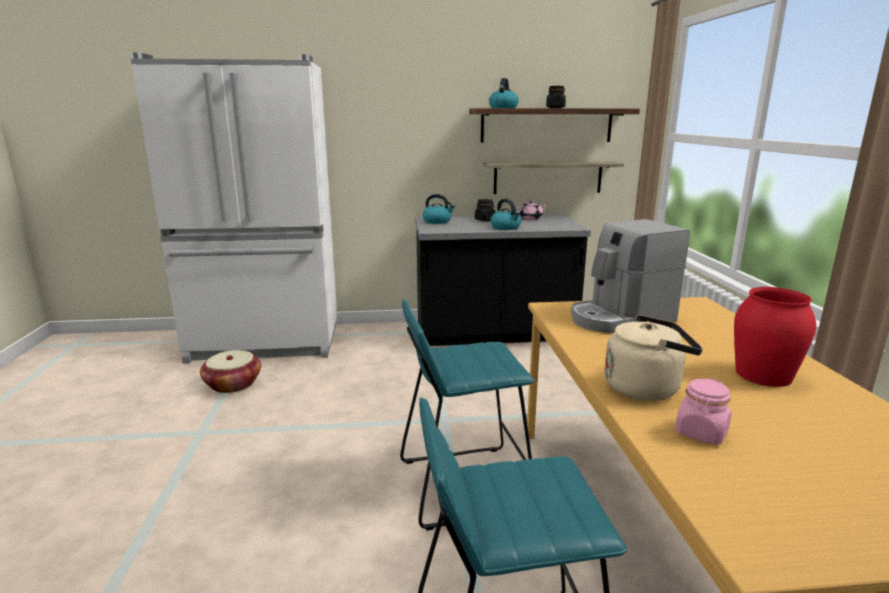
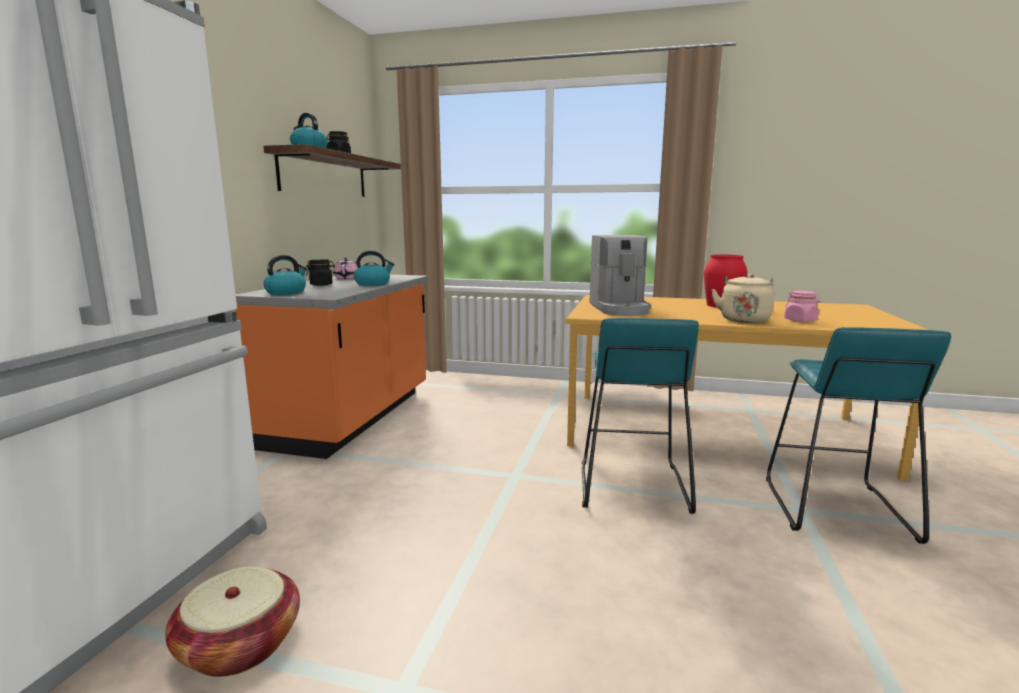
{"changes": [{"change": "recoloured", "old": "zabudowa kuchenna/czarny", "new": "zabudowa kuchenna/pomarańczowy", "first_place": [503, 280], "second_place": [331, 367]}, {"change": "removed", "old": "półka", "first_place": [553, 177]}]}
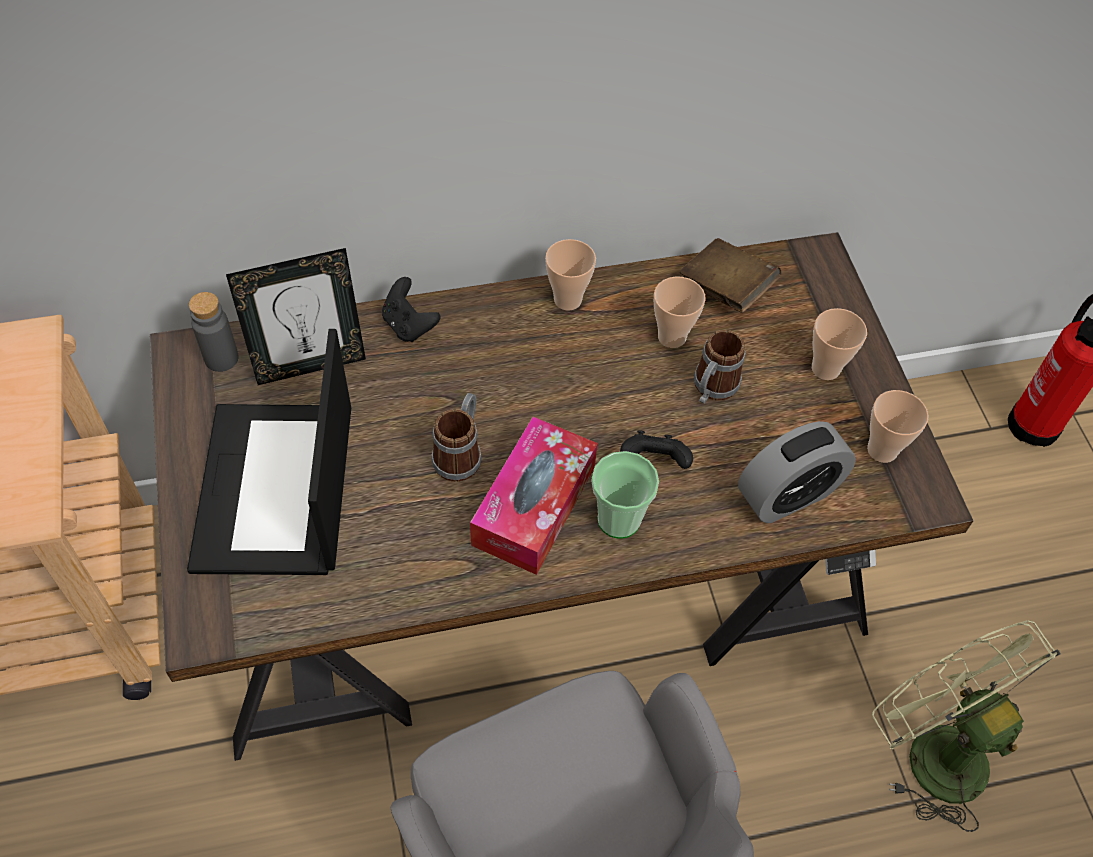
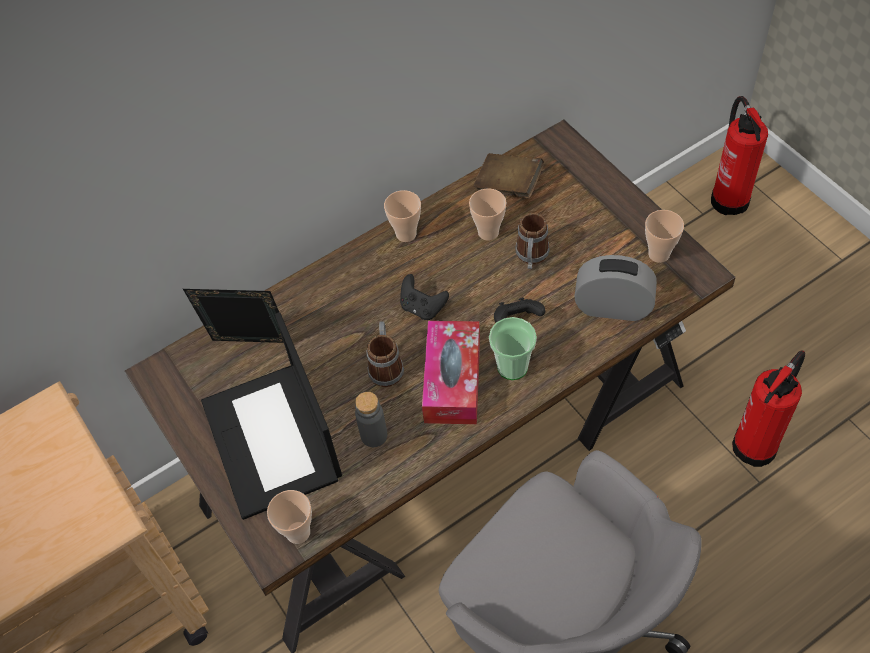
{"changes": [{"change": "moved", "old": "butelka/szary", "first_place": [214, 332], "second_place": [371, 419]}, {"change": "turned", "old": "ramka na zdjęcie", "first_place": [296, 316], "second_place": [233, 316], "degrees": -135}, {"change": "moved", "old": "pad do gier/czarny", "first_place": [411, 309], "second_place": [424, 297]}, {"change": "turned", "old": "budzik", "first_place": [797, 472], "second_place": [615, 288], "degrees": -120}, {"change": "moved", "old": "filiżanka", "first_place": [839, 344], "second_place": [289, 517]}, {"change": "replaced", "old": "wentylator/zielony", "new": "gaśnica", "first_place": [966, 726], "second_place": [768, 409]}]}
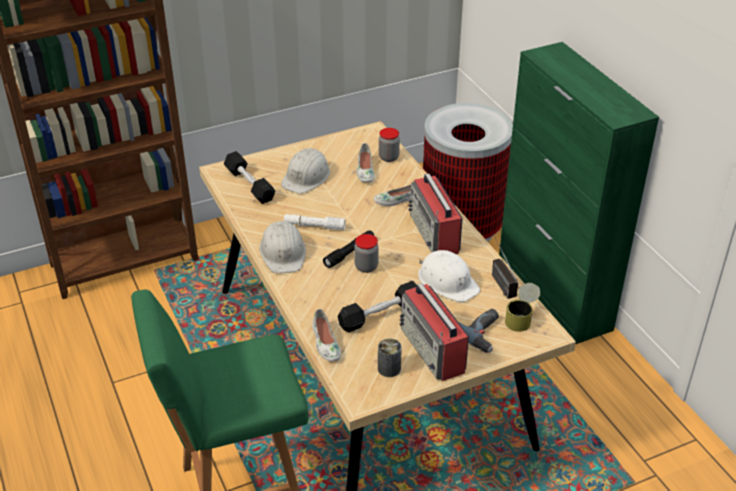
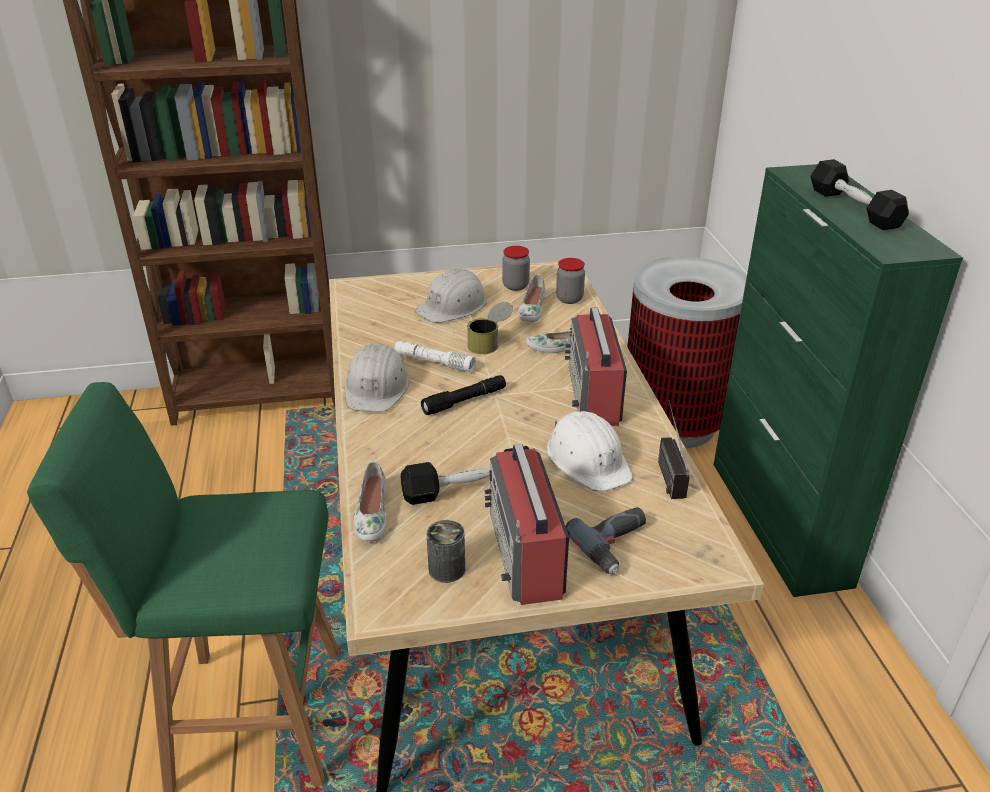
{"changes": [{"change": "moved", "old": "hantel/czarny", "first_place": [249, 177], "second_place": [859, 194]}, {"change": "moved", "old": "słoik", "first_place": [366, 253], "second_place": [516, 268]}, {"change": "moved", "old": "puszka", "first_place": [522, 307], "second_place": [490, 328]}]}
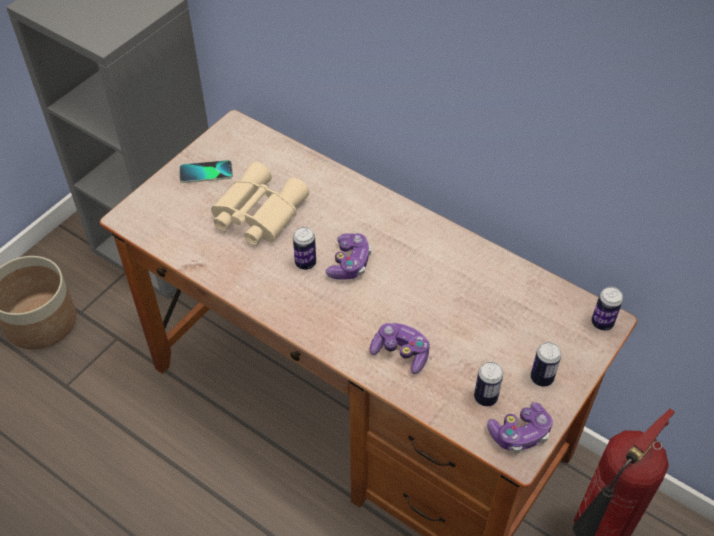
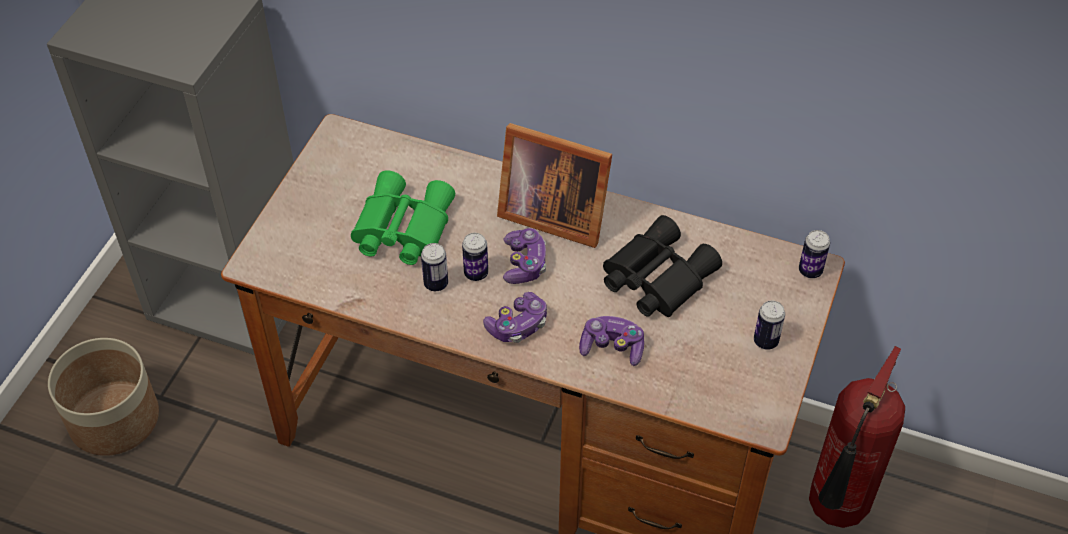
{"changes": [{"change": "removed", "old": "telefon", "first_place": [206, 171]}, {"change": "recoloured", "old": "lornetka/beżowy", "new": "lornetka/zielony", "first_place": [260, 203], "second_place": [403, 217]}, {"change": "moved", "old": "puszka", "first_place": [488, 384], "second_place": [434, 267]}, {"change": "moved", "old": "pad do gier", "first_place": [520, 427], "second_place": [515, 317]}, {"change": "added", "new": "ramka na zdjęcie", "second_place": [554, 185]}, {"change": "added", "new": "lornetka/czarny", "second_place": [662, 266]}]}
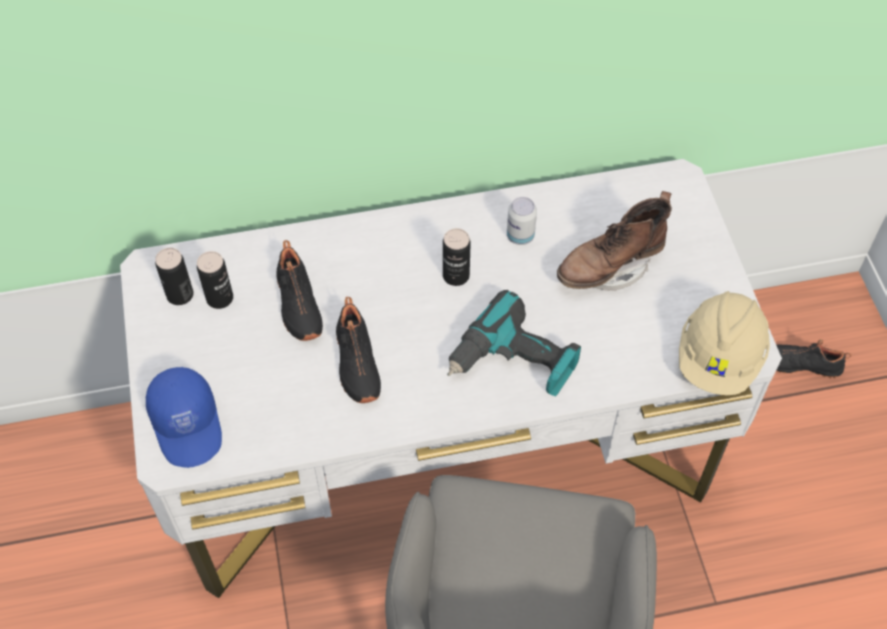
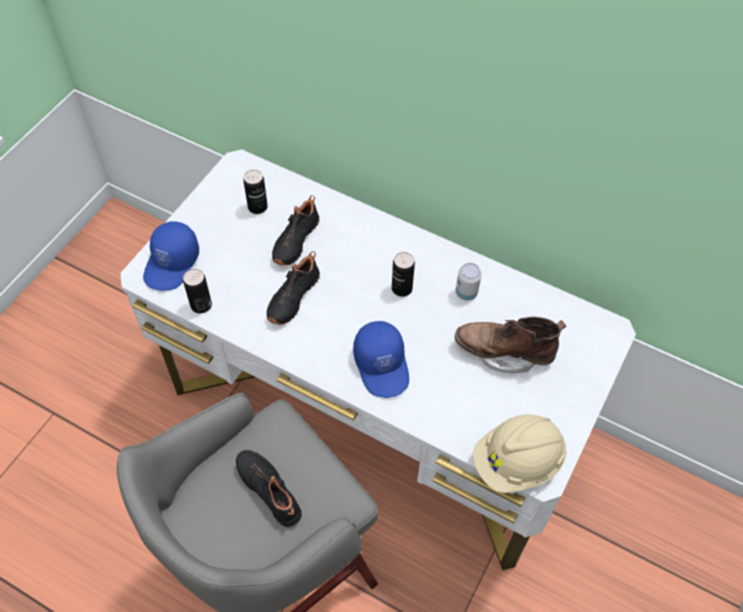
{"changes": [{"change": "moved", "old": "puszka", "first_place": [174, 276], "second_place": [197, 291]}, {"change": "replaced", "old": "wiertarka", "new": "czapka z daszkiem/niebieski", "first_place": [514, 343], "second_place": [381, 359]}, {"change": "moved", "old": "but/czarny", "first_place": [814, 358], "second_place": [269, 488]}]}
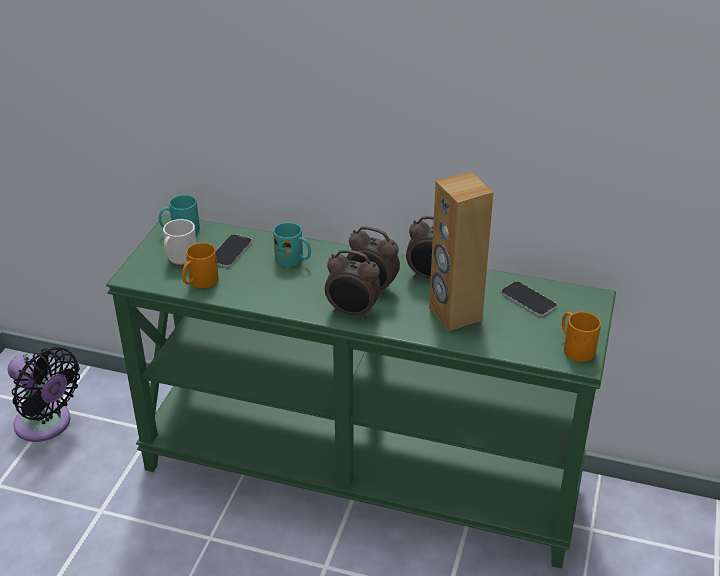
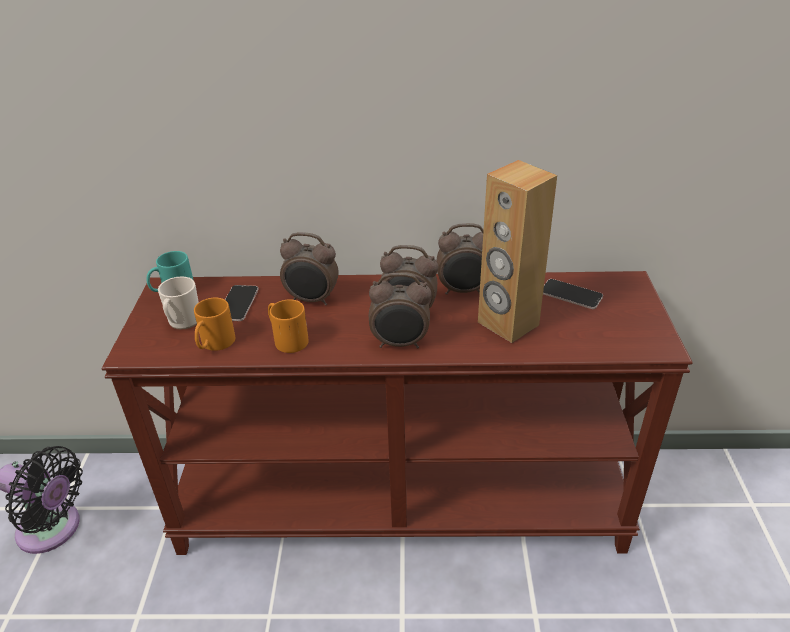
{"changes": [{"change": "recoloured", "old": "stolik konsolowy/zielony", "new": "stolik konsolowy/brązowy", "first_place": [361, 391], "second_place": [397, 413]}, {"change": "replaced", "old": "kubek/turkusowy", "new": "budzik", "first_place": [292, 244], "second_place": [309, 269]}, {"change": "moved", "old": "kubek/pomarańczowy", "first_place": [581, 337], "second_place": [288, 326]}]}
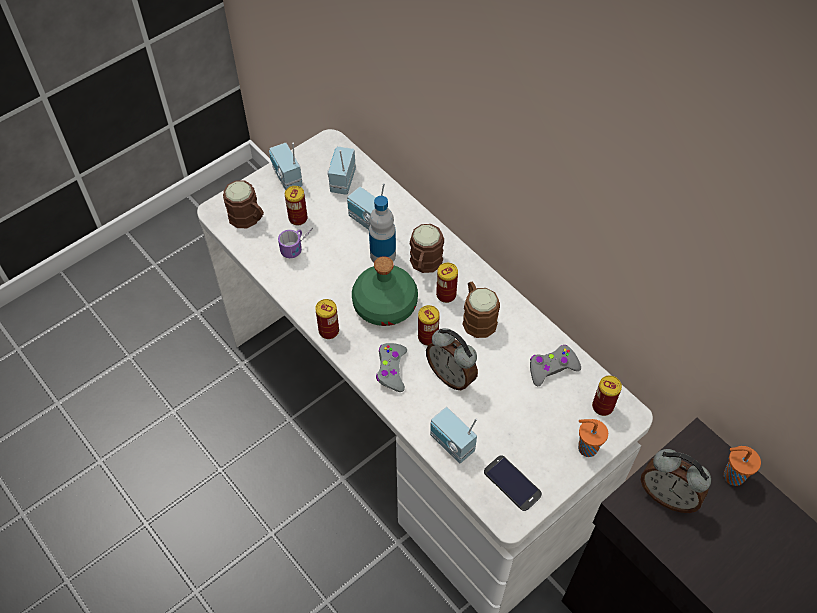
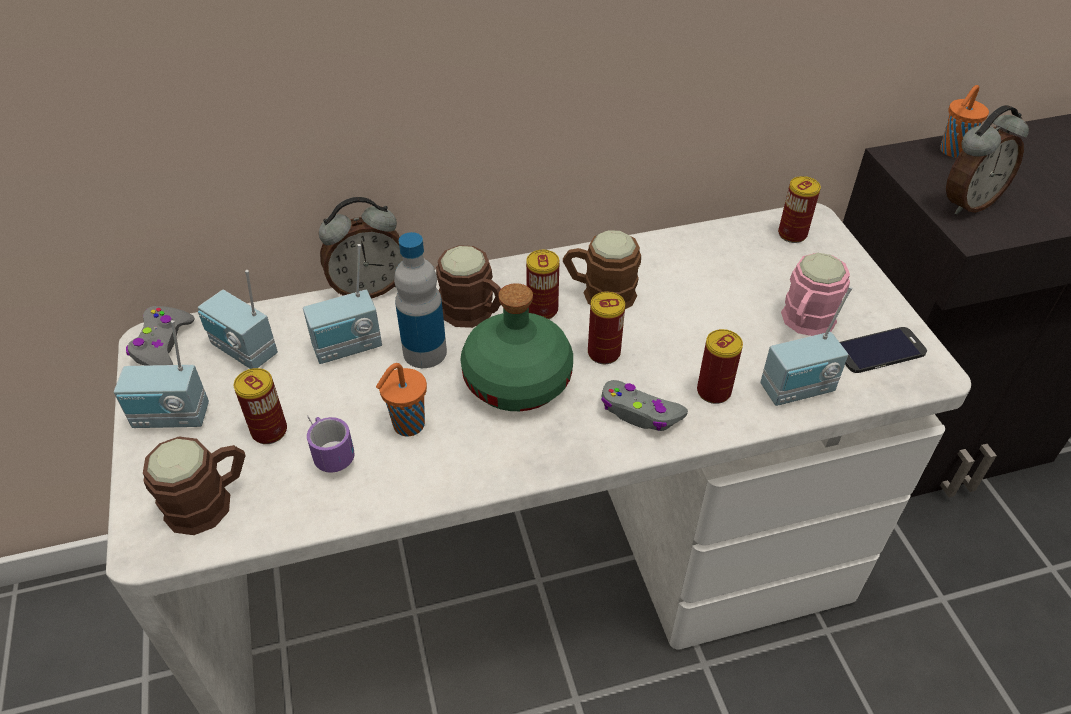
{"changes": [{"change": "moved", "old": "puszka", "first_place": [327, 319], "second_place": [720, 366]}, {"change": "moved", "old": "budzik", "first_place": [452, 359], "second_place": [361, 247]}, {"change": "moved", "old": "pad do gier/szary", "first_place": [555, 365], "second_place": [160, 336]}, {"change": "moved", "old": "filiżanka/pomarańczowy", "first_place": [593, 438], "second_place": [401, 400]}, {"change": "added", "new": "kubek/różowy", "second_place": [815, 294]}]}
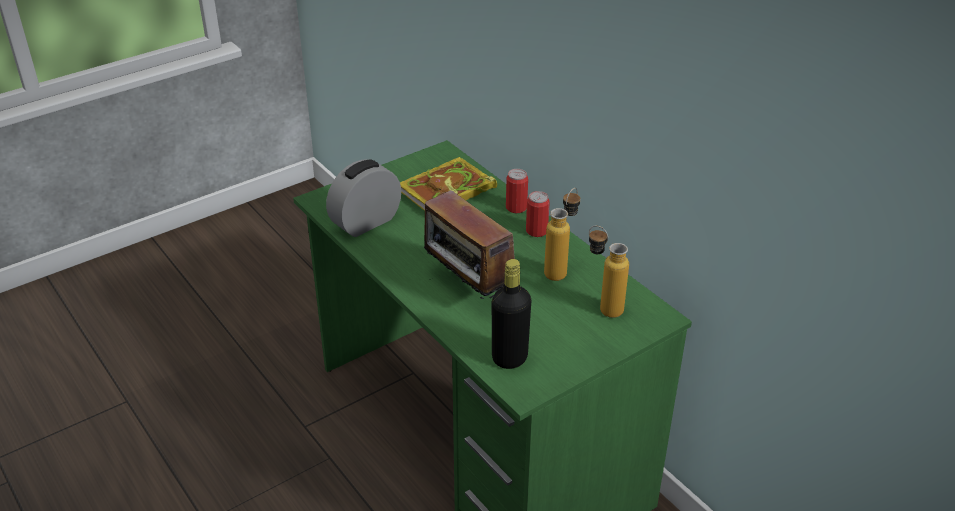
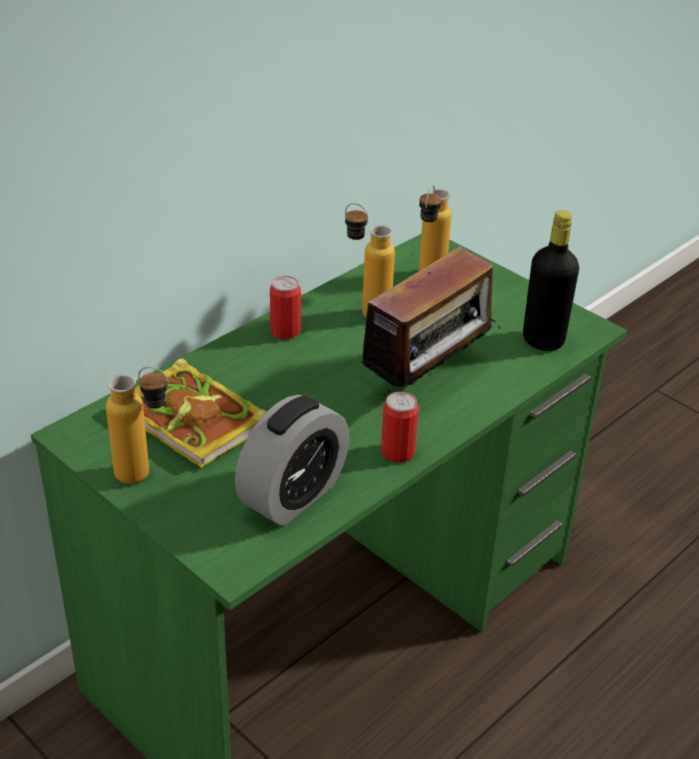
{"changes": [{"change": "turned", "old": "budzik", "first_place": [363, 198], "second_place": [292, 460], "degrees": -90}, {"change": "moved", "old": "puszka", "first_place": [517, 191], "second_place": [400, 427]}, {"change": "added", "new": "butelka", "second_place": [137, 425]}]}
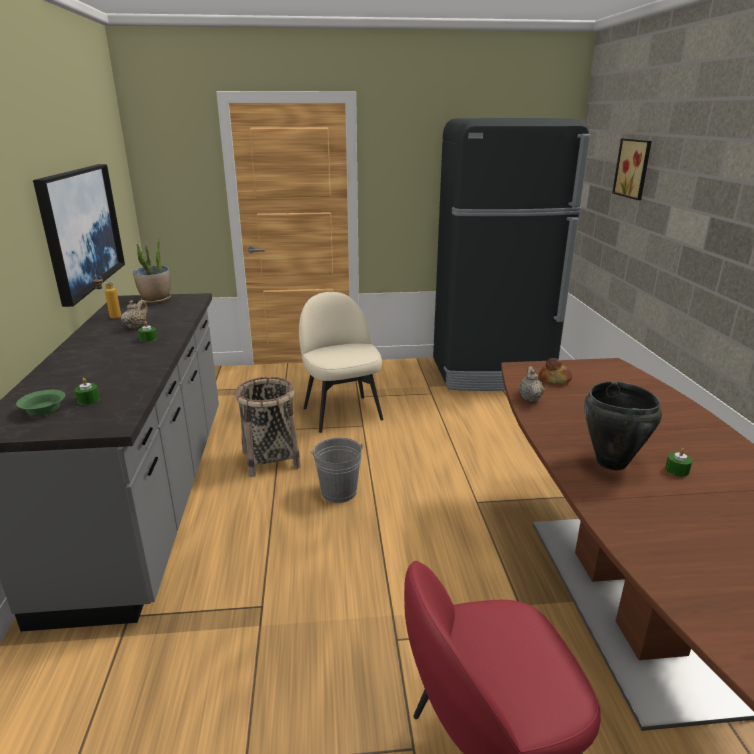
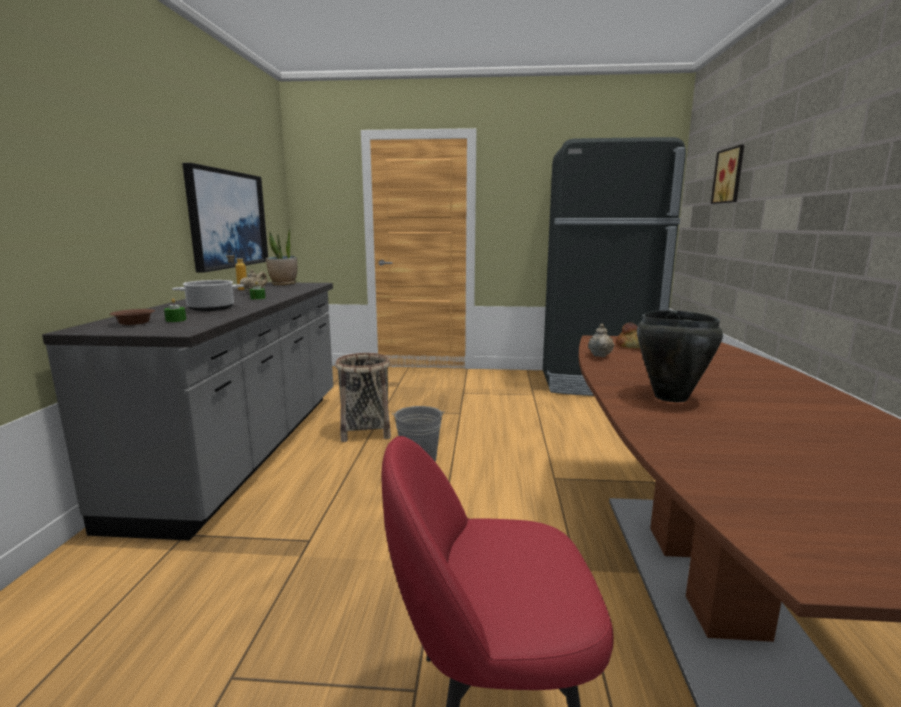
{"changes": [{"change": "recoloured", "old": "miska/zielony", "new": "miska/brązowy", "first_place": [40, 403], "second_place": [132, 317]}, {"change": "removed", "old": "krzesło/beżowy", "first_place": [341, 362]}, {"change": "removed", "old": "świeca/zielony", "first_place": [678, 462]}, {"change": "added", "new": "garnek", "second_place": [208, 295]}]}
